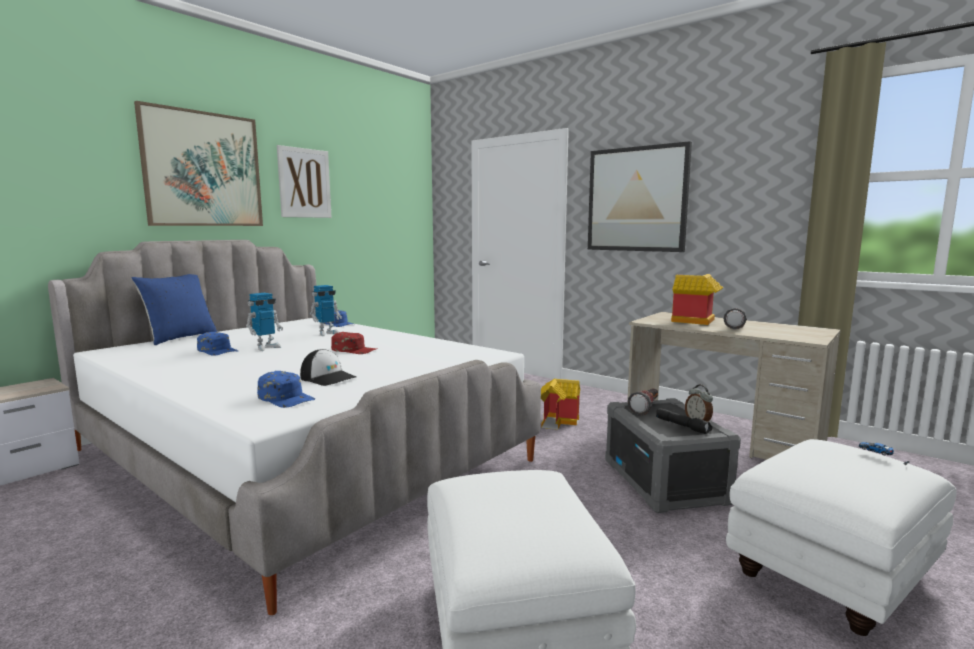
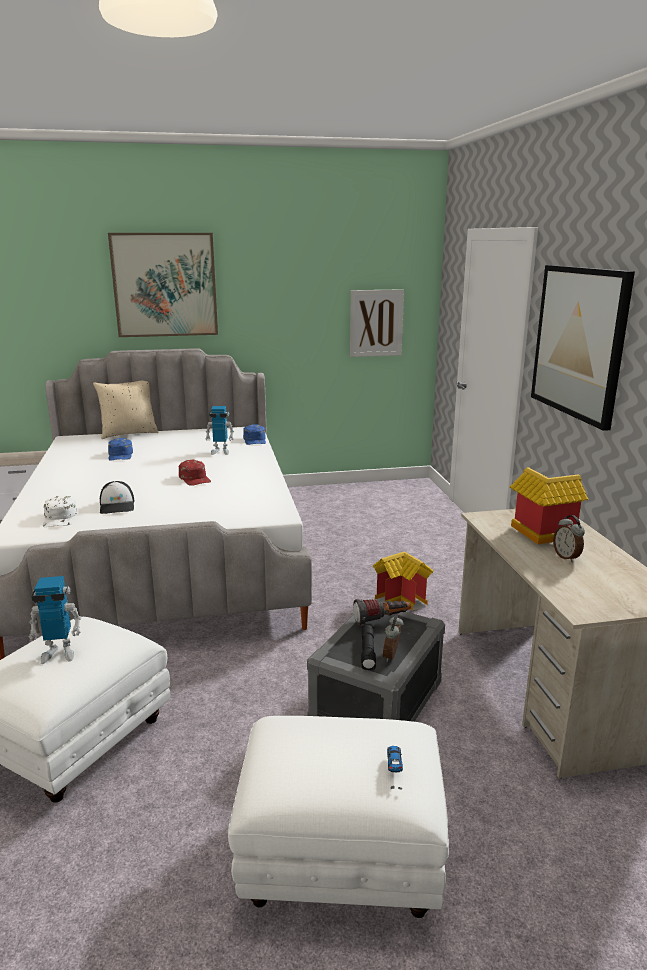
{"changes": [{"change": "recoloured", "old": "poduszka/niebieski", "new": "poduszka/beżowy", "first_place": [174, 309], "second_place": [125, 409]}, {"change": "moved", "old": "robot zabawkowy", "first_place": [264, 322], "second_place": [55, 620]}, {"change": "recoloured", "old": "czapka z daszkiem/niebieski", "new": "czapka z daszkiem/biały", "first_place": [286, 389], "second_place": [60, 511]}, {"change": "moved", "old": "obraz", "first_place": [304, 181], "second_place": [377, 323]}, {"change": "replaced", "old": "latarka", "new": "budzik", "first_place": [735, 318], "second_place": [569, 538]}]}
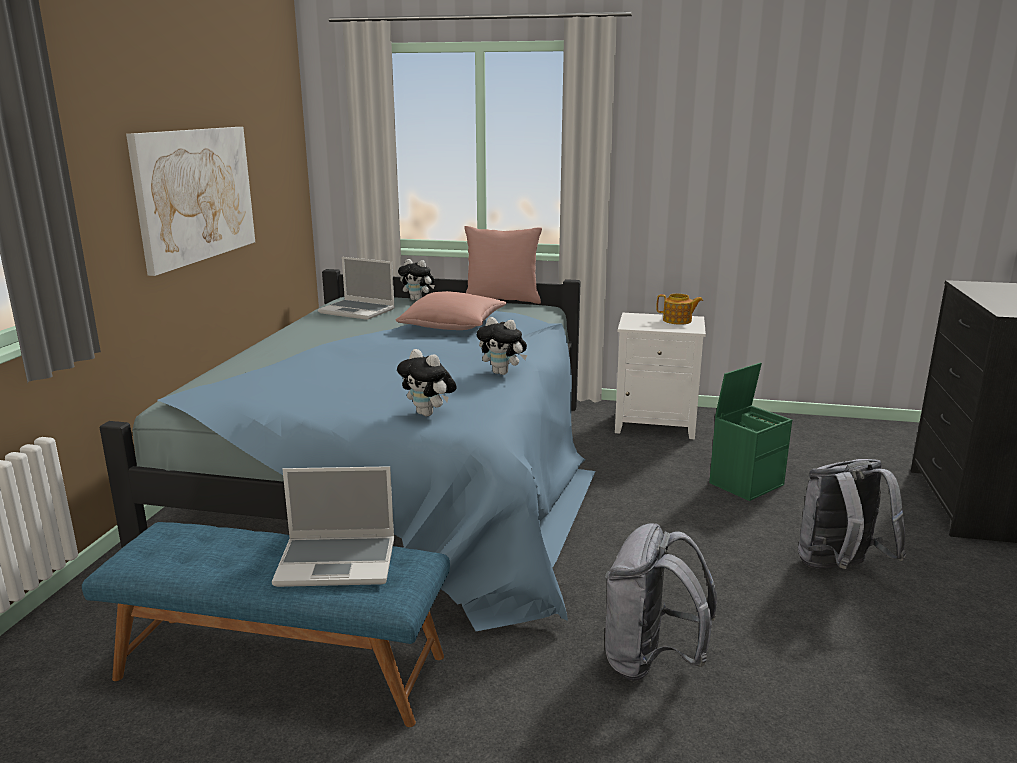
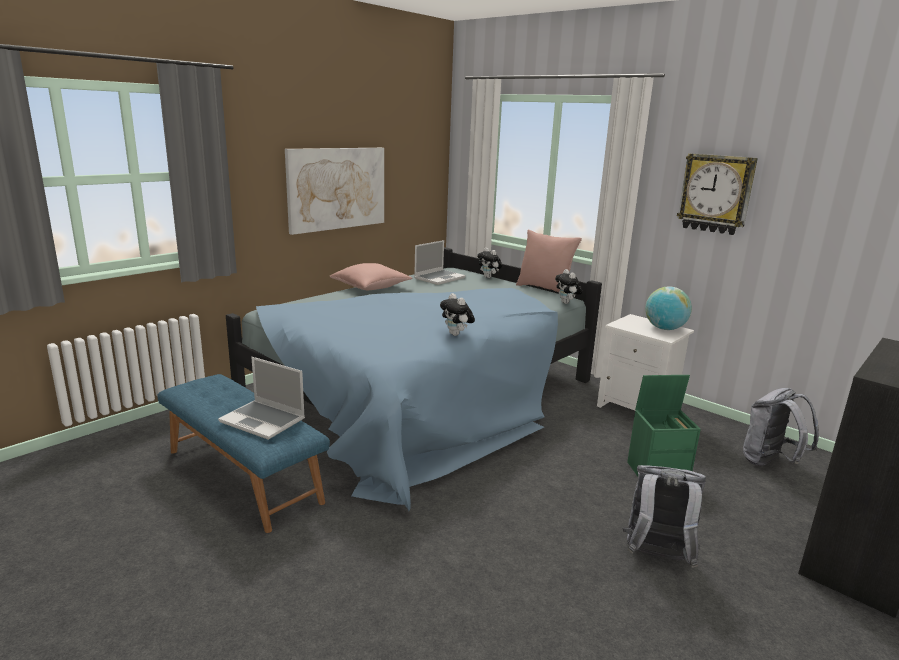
{"changes": [{"change": "turned", "old": "laptop", "first_place": [356, 288], "second_place": [440, 262], "degrees": -105}, {"change": "moved", "old": "poduszka/różowy", "first_place": [451, 310], "second_place": [370, 276]}, {"change": "moved", "old": "pluszak", "first_place": [427, 382], "second_place": [569, 286]}, {"change": "moved", "old": "plecak/szary", "first_place": [661, 602], "second_place": [781, 427]}, {"change": "replaced", "old": "imbryk", "new": "globus", "first_place": [679, 309], "second_place": [668, 308]}, {"change": "added", "new": "zegar ścienny", "second_place": [717, 194]}]}
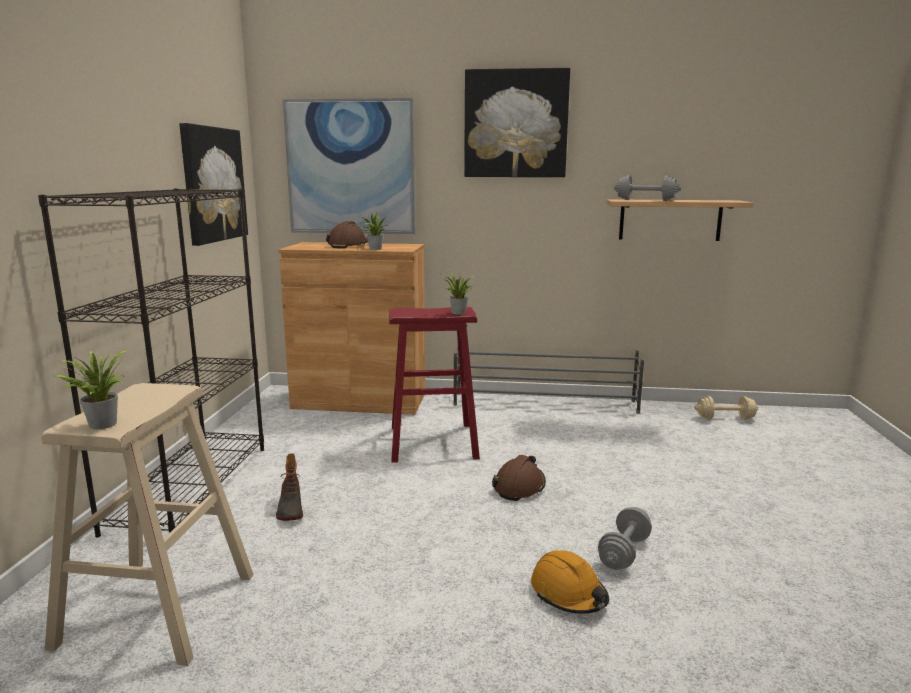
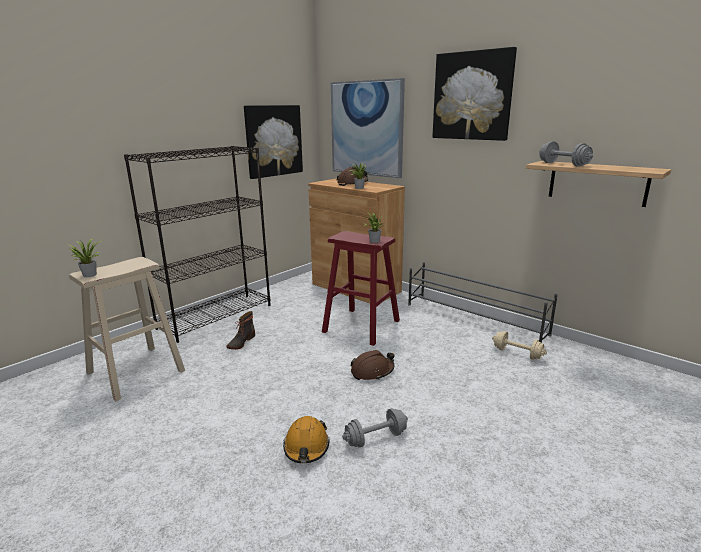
{"changes": [{"change": "moved", "old": "hantel/beżowy", "first_place": [727, 408], "second_place": [519, 345]}]}
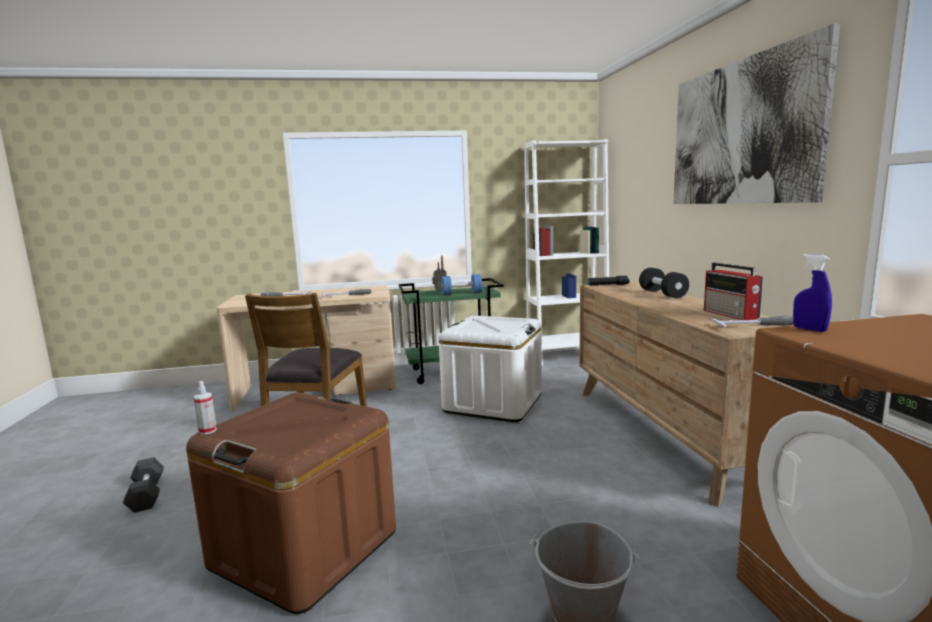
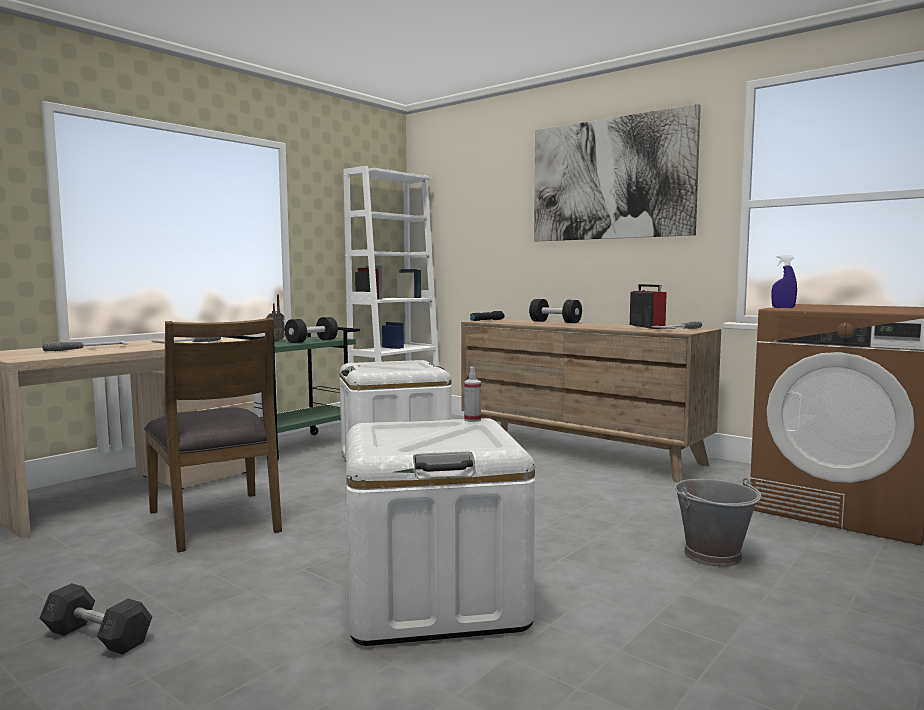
{"changes": [{"change": "recoloured", "old": "pojemnik do przechowywania/brązowy", "new": "pojemnik do przechowywania/biały", "first_place": [291, 503], "second_place": [440, 532]}, {"change": "moved", "old": "spryskiwacz", "first_place": [205, 408], "second_place": [472, 394]}, {"change": "recoloured", "old": "hantel/niebieski", "new": "hantel/czarny", "first_place": [461, 284], "second_place": [311, 330]}, {"change": "turned", "old": "radio", "first_place": [733, 291], "second_place": [648, 306], "degrees": -135}]}
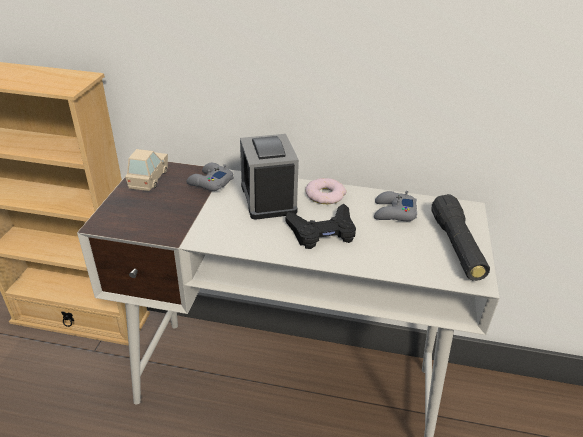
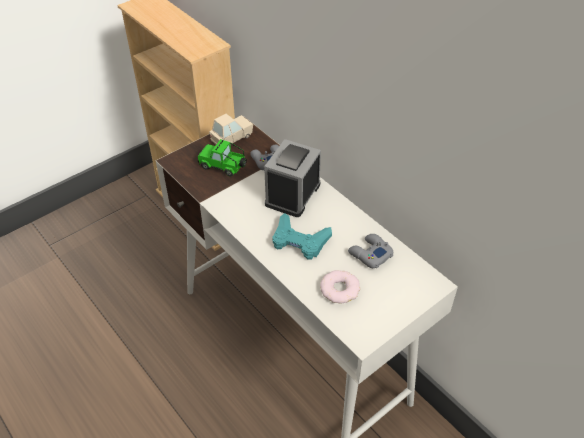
{"changes": [{"change": "recoloured", "old": "pad do gier/czarny", "new": "pad do gier/turkusowy", "first_place": [320, 226], "second_place": [302, 236]}, {"change": "moved", "old": "donut", "first_place": [325, 191], "second_place": [340, 287]}, {"change": "removed", "old": "latarka/czarny", "first_place": [461, 237]}, {"change": "added", "new": "samochodzik", "second_place": [222, 157]}]}
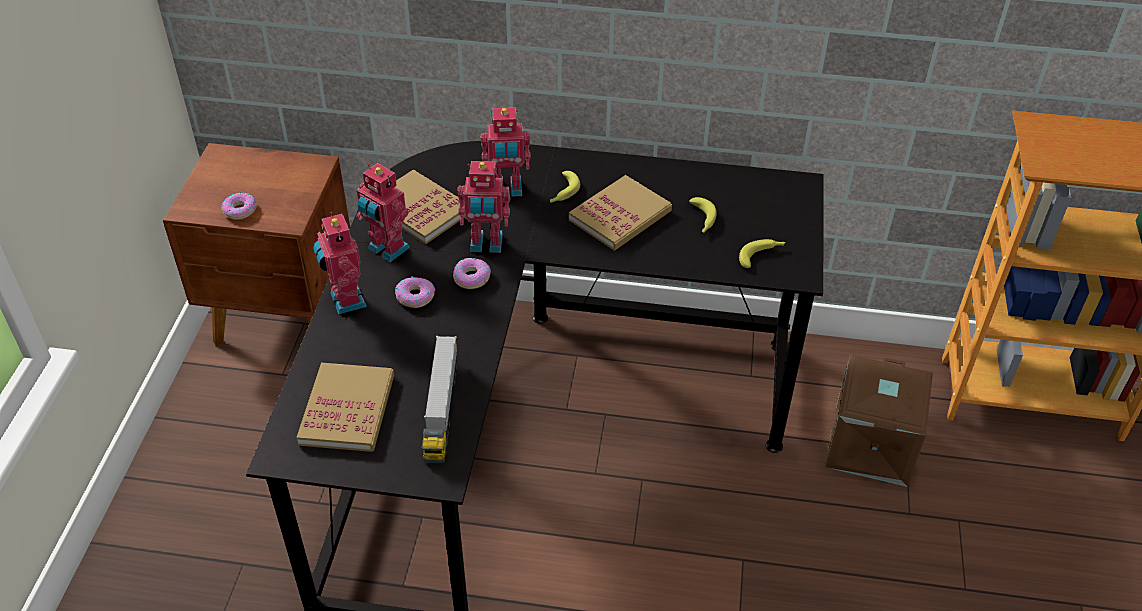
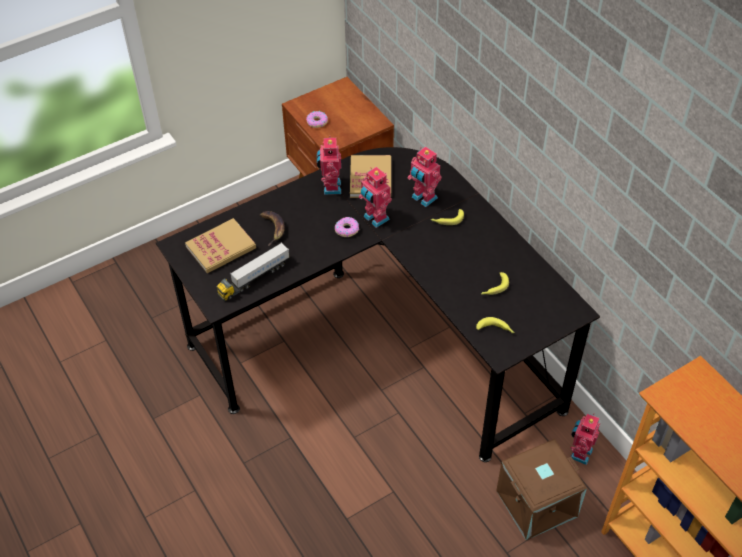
{"changes": [{"change": "moved", "old": "robot zabawkowy", "first_place": [340, 263], "second_place": [585, 439]}, {"change": "removed", "old": "donut", "first_place": [415, 292]}, {"change": "removed", "old": "książka", "first_place": [620, 212]}, {"change": "added", "new": "banan", "second_place": [272, 228]}]}
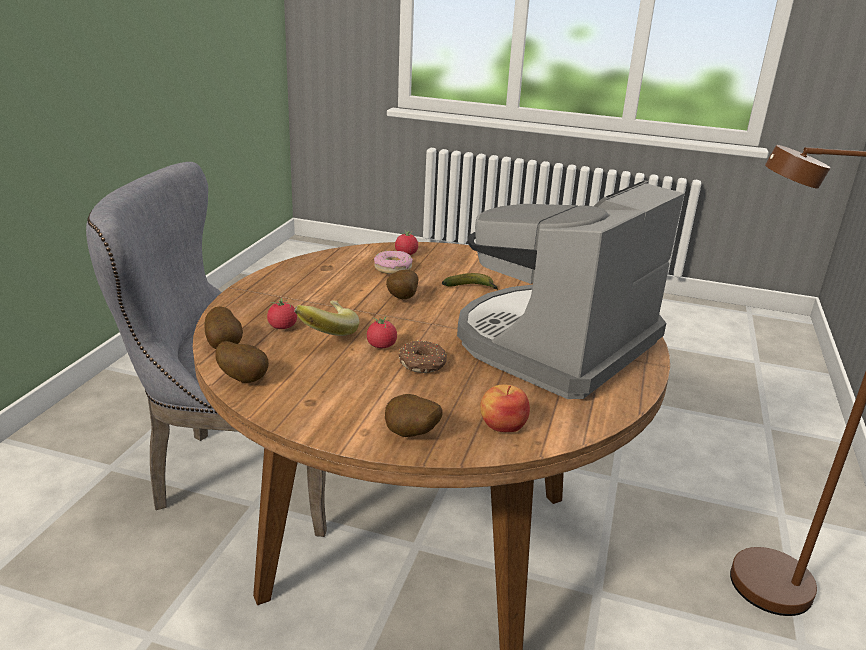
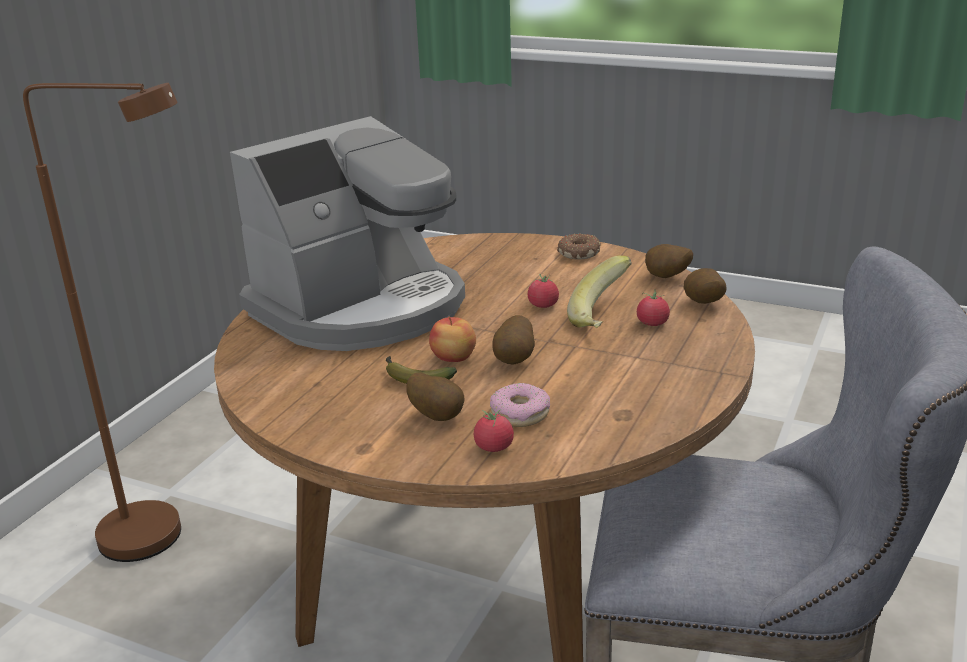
{"changes": [{"change": "moved", "old": "ziemniak", "first_place": [414, 415], "second_place": [436, 396]}, {"change": "moved", "old": "donut", "first_place": [423, 356], "second_place": [579, 246]}, {"change": "moved", "old": "jabłko", "first_place": [505, 408], "second_place": [452, 339]}]}
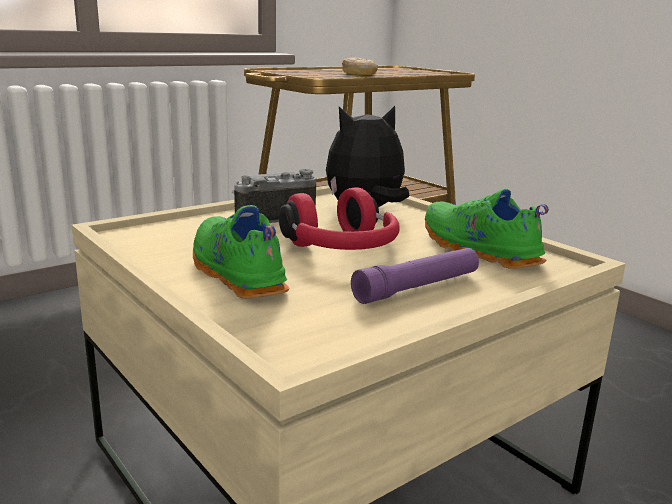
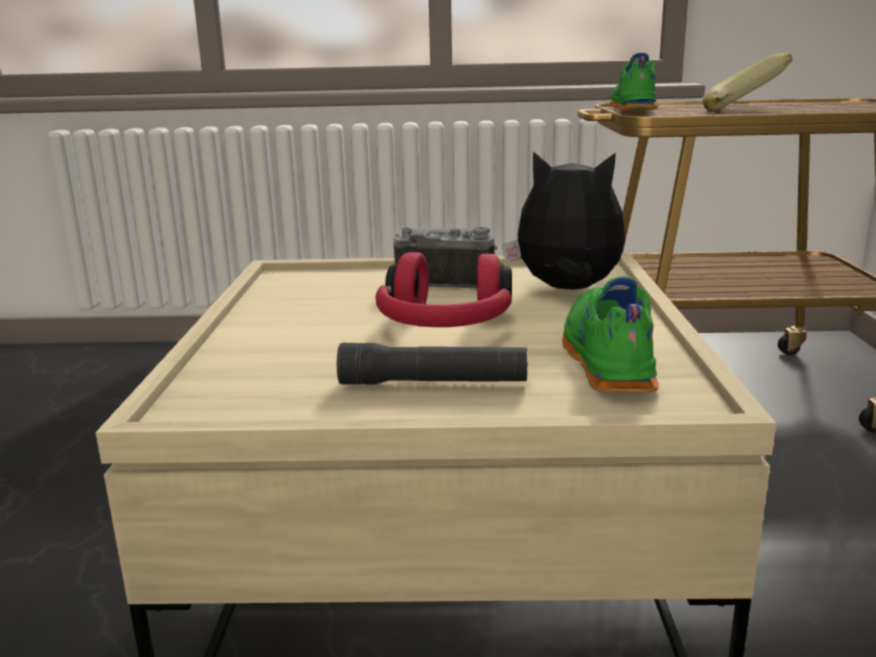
{"changes": [{"change": "moved", "old": "but/zielony", "first_place": [241, 252], "second_place": [633, 81]}, {"change": "replaced", "old": "donut", "new": "banan", "first_place": [360, 66], "second_place": [747, 82]}, {"change": "recoloured", "old": "latarka/fioletowy", "new": "latarka/czarny", "first_place": [415, 276], "second_place": [432, 364]}]}
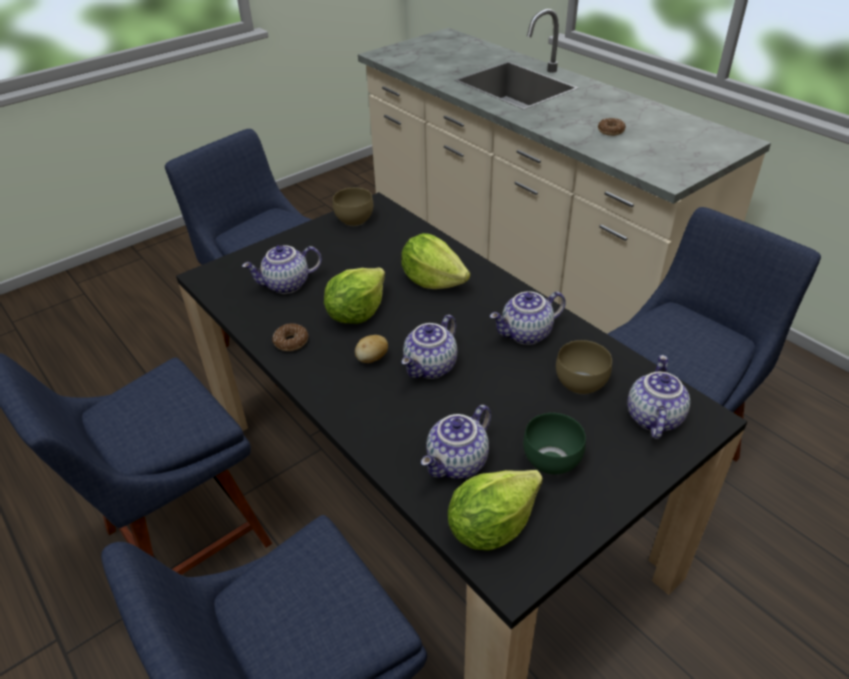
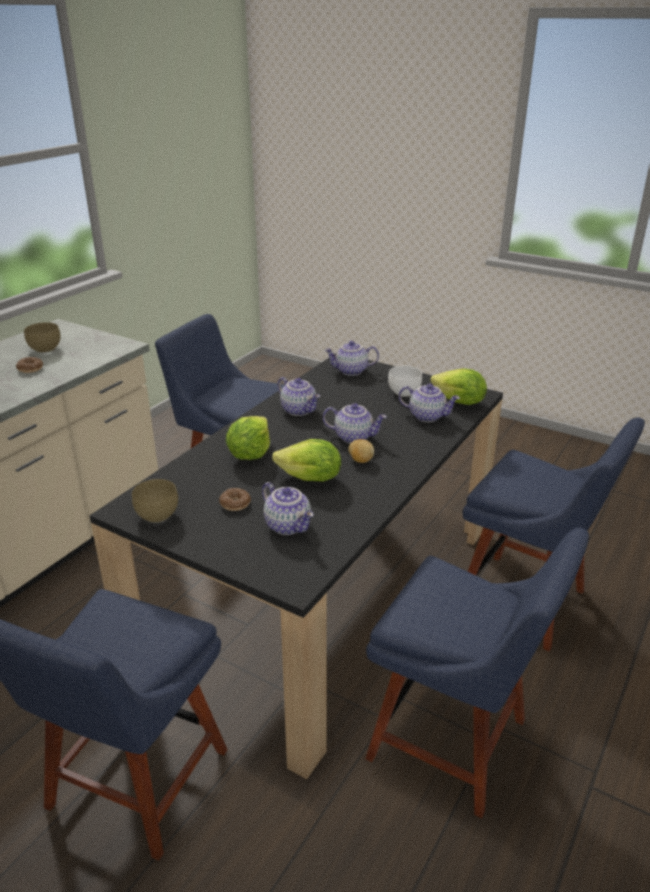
{"changes": [{"change": "moved", "old": "donut", "first_place": [290, 337], "second_place": [235, 499]}, {"change": "recoloured", "old": "miska/zielony", "new": "miska/biały", "first_place": [554, 443], "second_place": [405, 381]}, {"change": "moved", "old": "miska/brązowy", "first_place": [584, 367], "second_place": [42, 337]}]}
